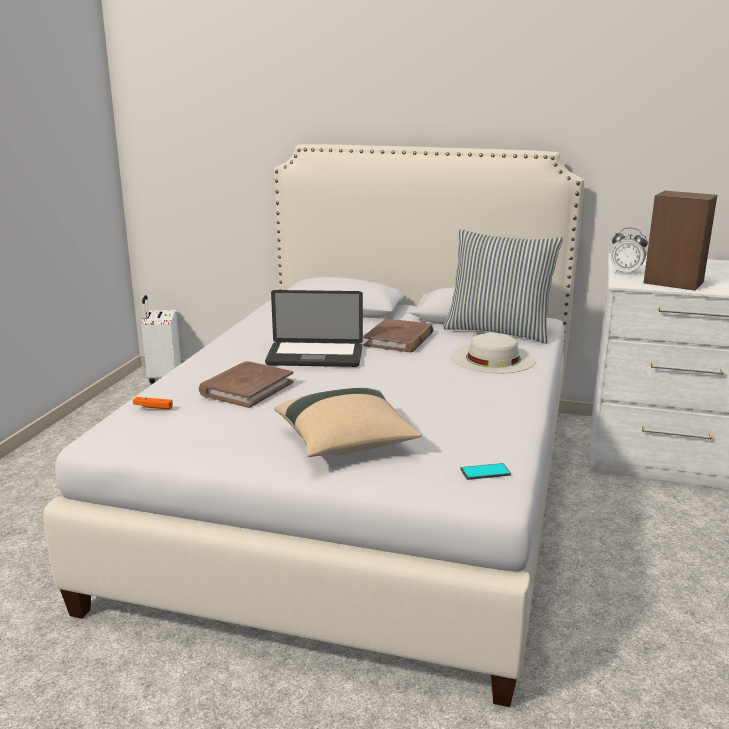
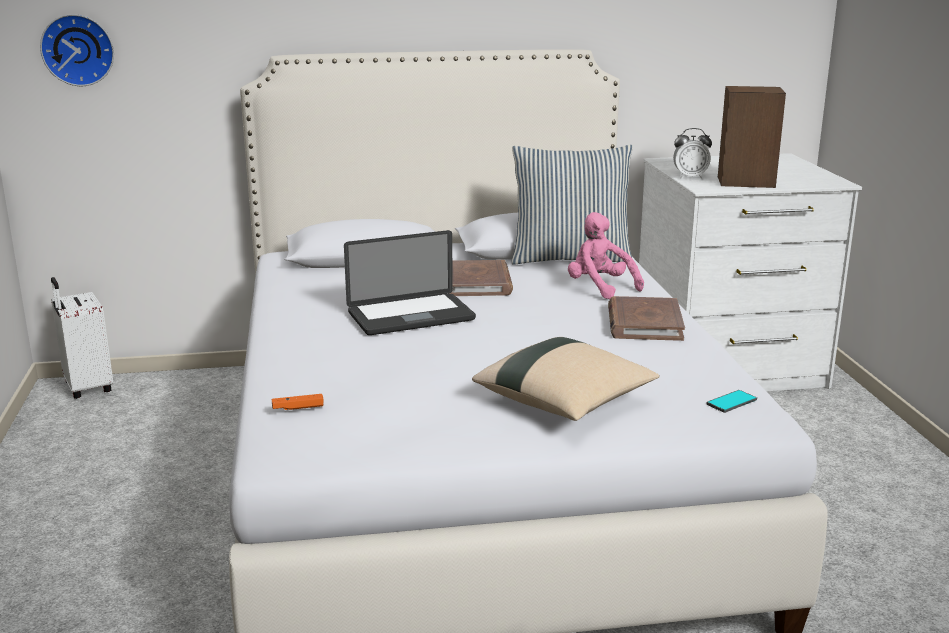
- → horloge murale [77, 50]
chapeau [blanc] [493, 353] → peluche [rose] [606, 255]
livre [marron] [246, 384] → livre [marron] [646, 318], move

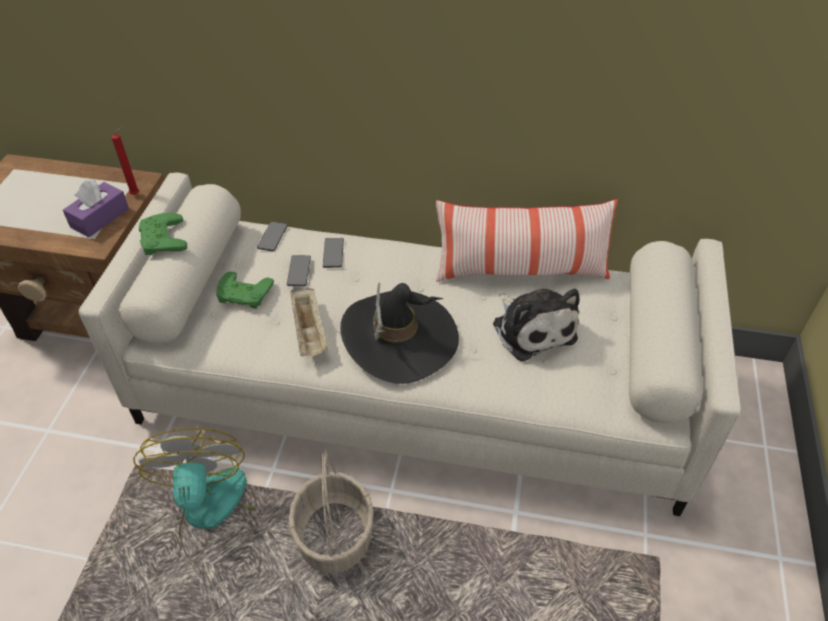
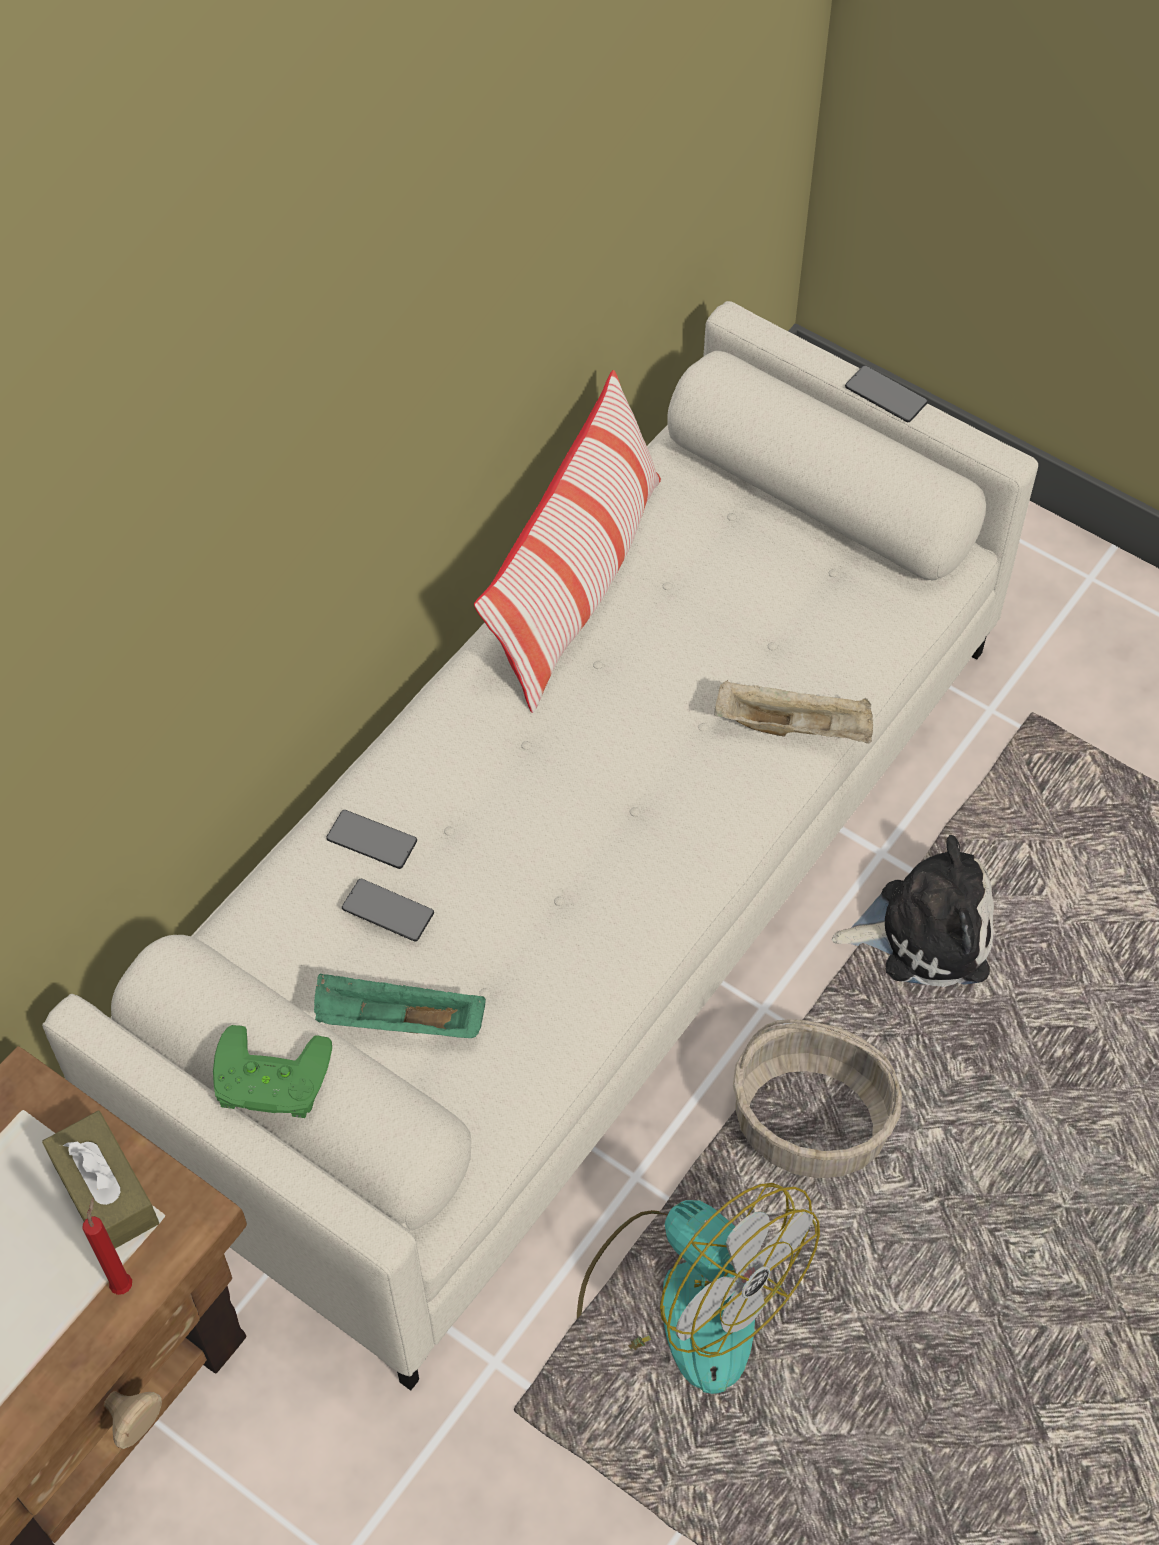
boîte à mouchoirs [violet] [96, 208] → boîte à mouchoirs [marron] [100, 1179]
bougie [rouge] [125, 161] → bougie [rouge] [107, 1247], move
manette [vert] [245, 290] → plateau [vert] [400, 1005]
ventilateur [194, 496] → ventilateur [698, 1288], 150 degrees counterclockwise
plateau [beige] [309, 322] → plateau [beige] [793, 711], move
peluche [536, 325] → peluche [913, 911], move
téléphone [272, 236] → téléphone [886, 393], move
chapeau [noir] [399, 333] → -

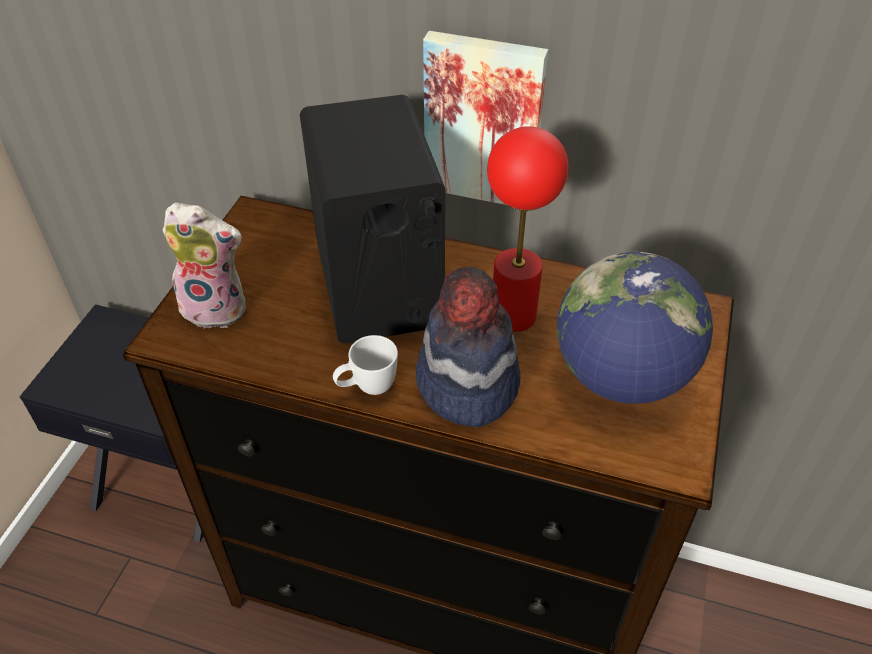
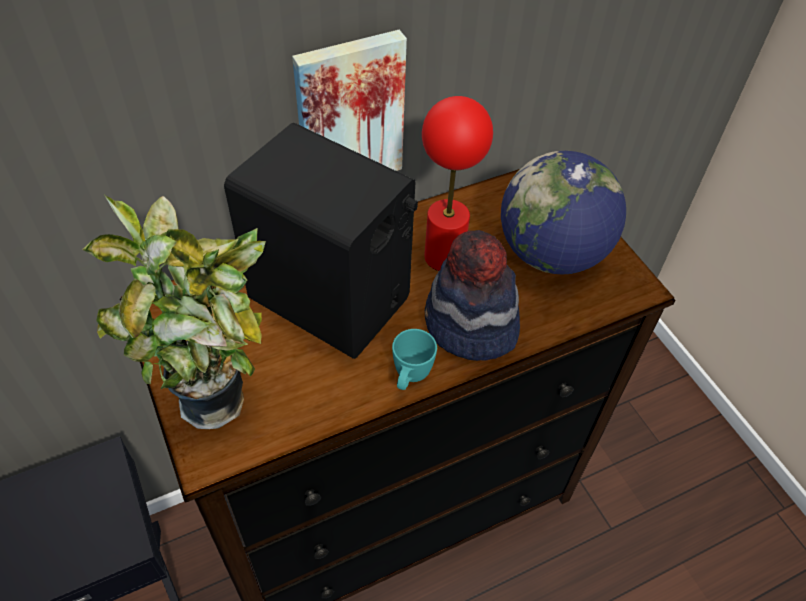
peluche [204, 265] → plante en pot [174, 312]
mug [blanc] [365, 365] → mug [turquoise] [414, 359]

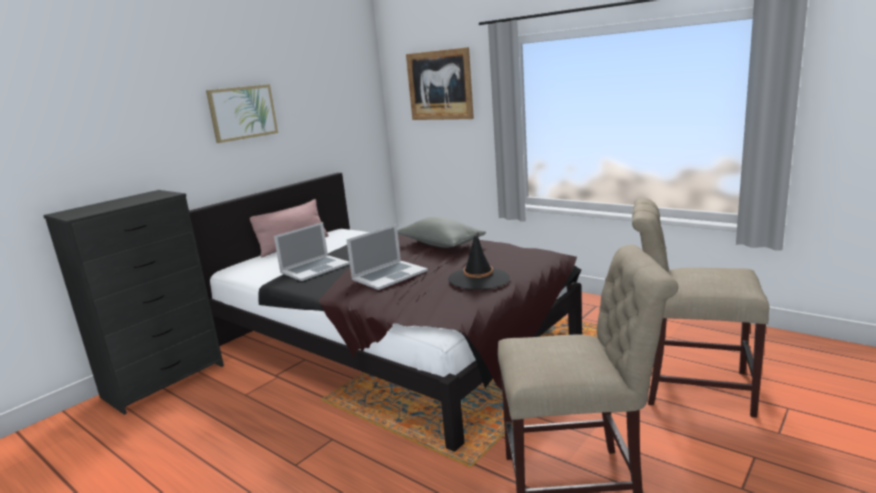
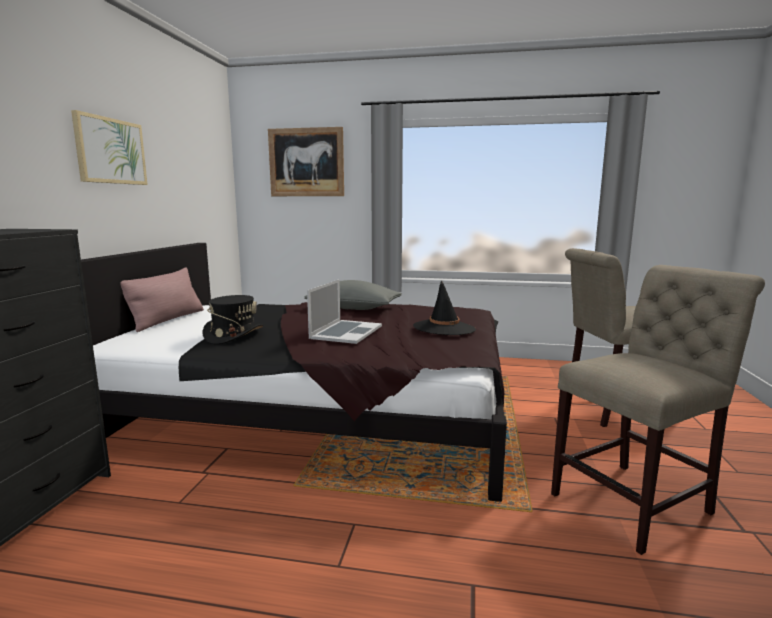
ordinateur portable [312, 251] → chapeau [noir] [233, 319]

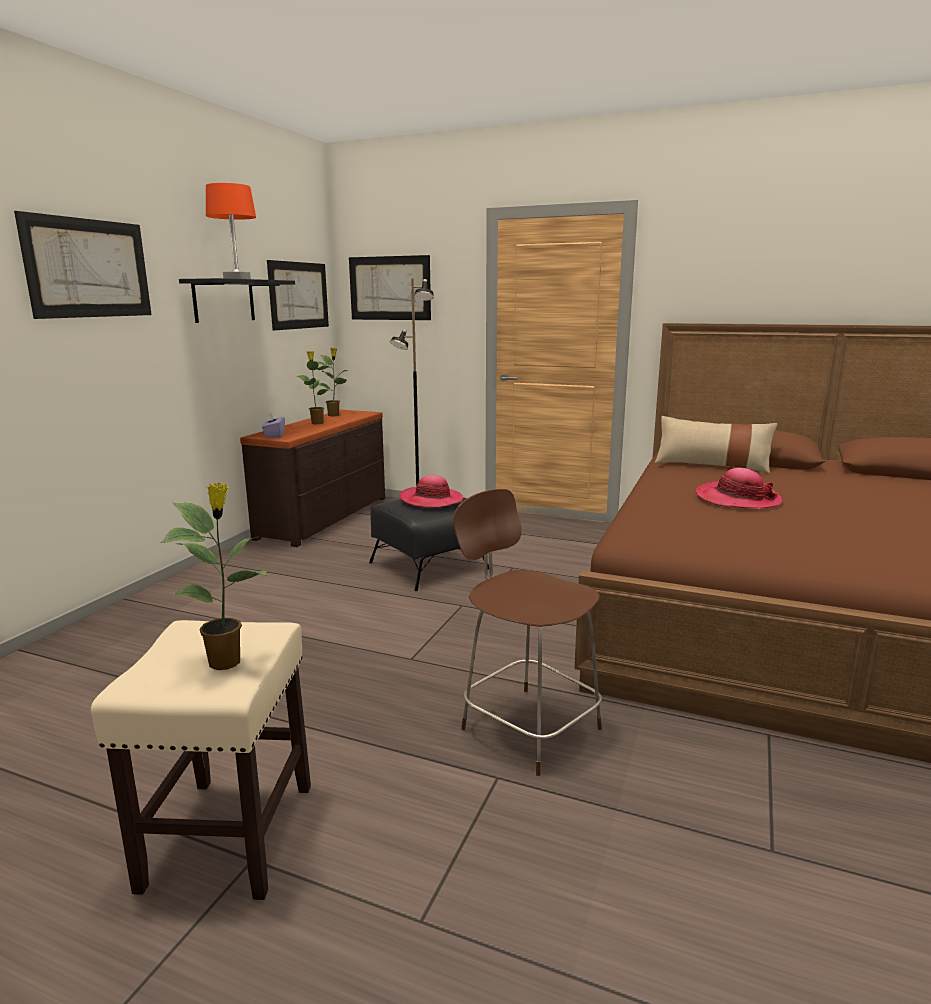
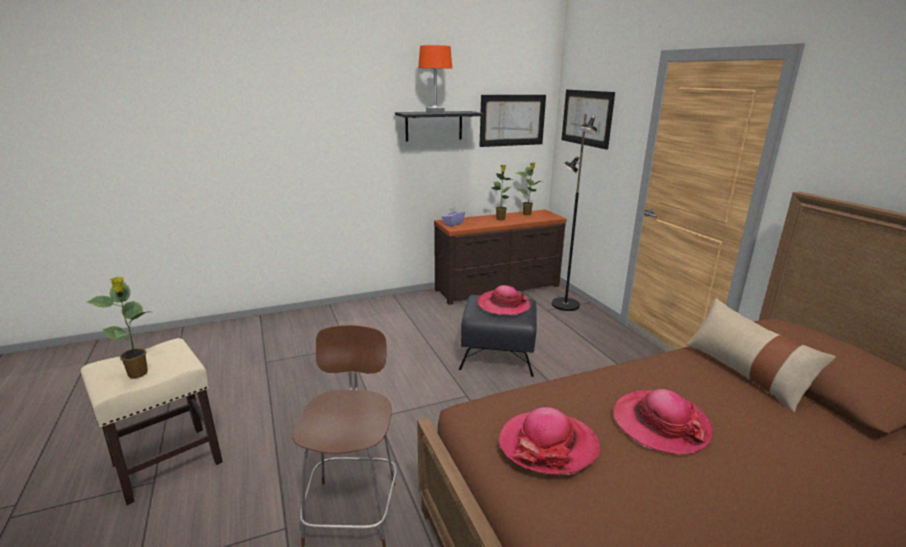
- → chapeau [549, 441]
tableau [83, 265] → -

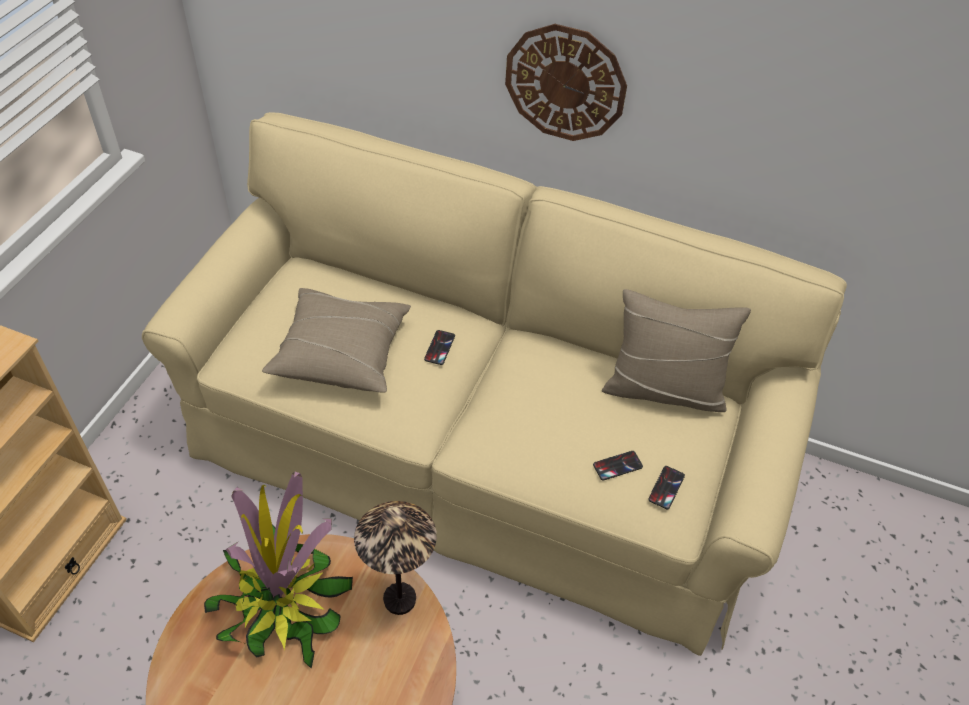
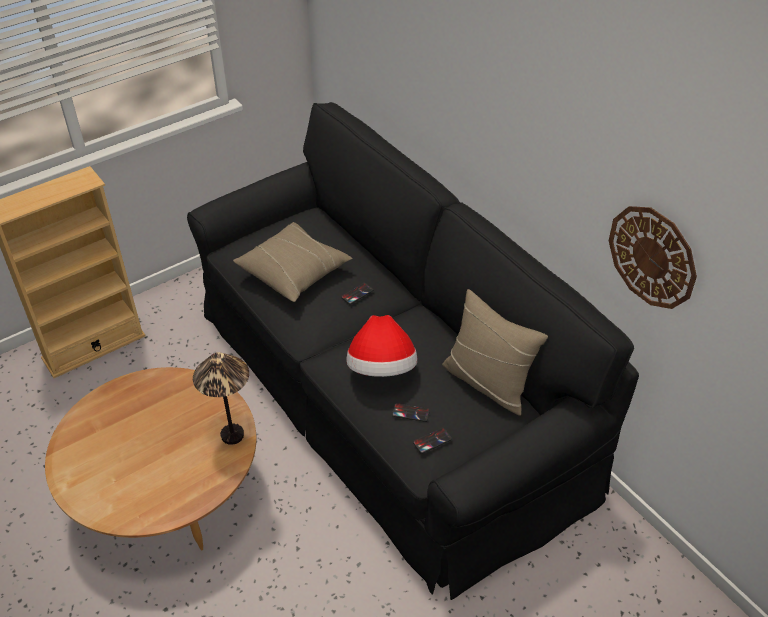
canapé [beige] [494, 384] → canapé [noir] [413, 351]
- → chapeau [381, 346]
horloge murale [566, 82] → horloge murale [653, 257], move
plante en pot [278, 570] → -

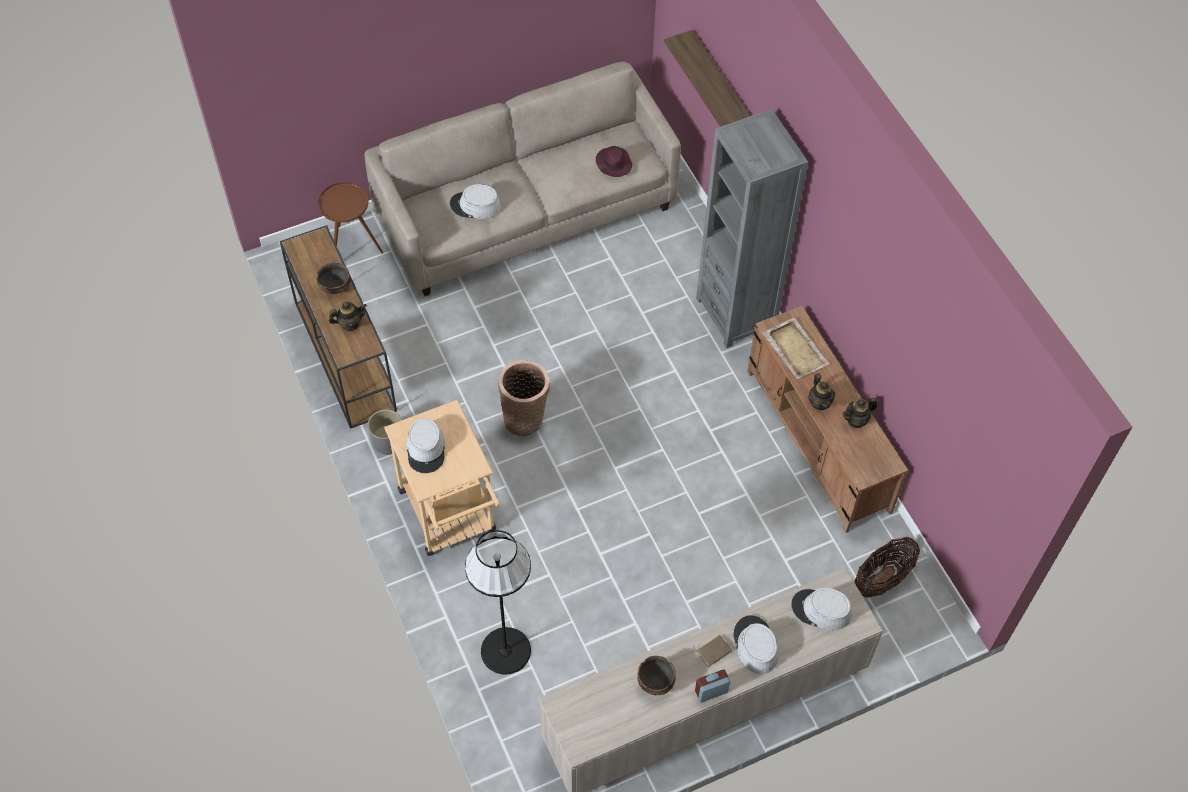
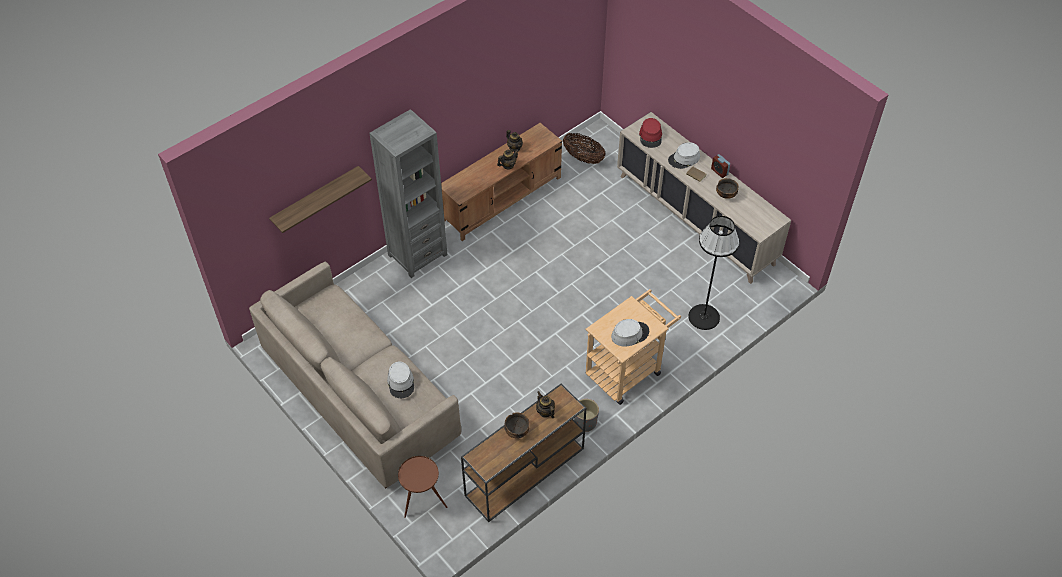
chapeau [gris] [821, 609] → chapeau [rouge] [650, 133]
panier [524, 398] → -
chapeau [violet] [614, 161] → -
plateau [beige] [796, 348] → -

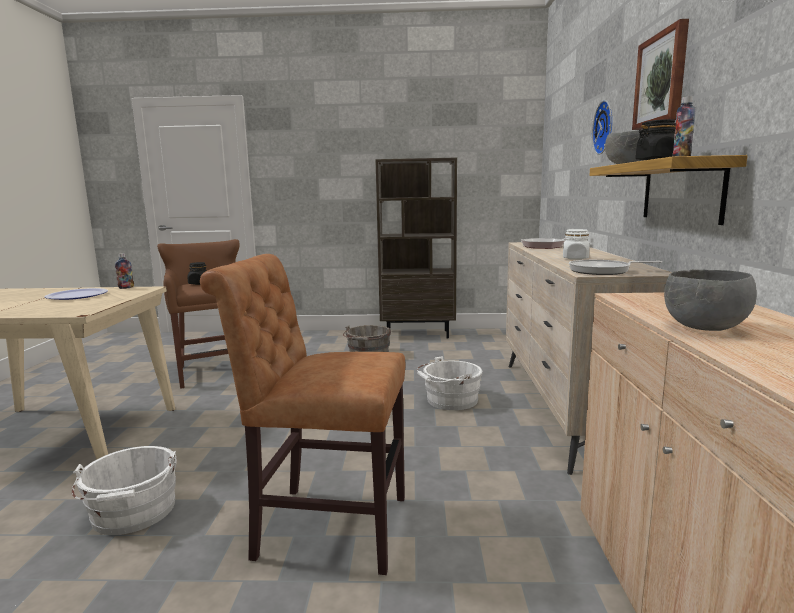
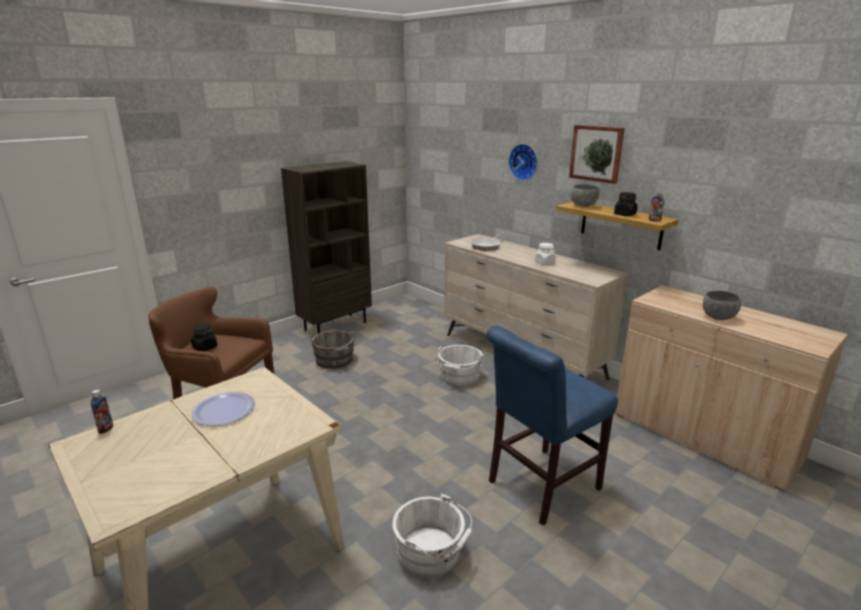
bouteille [124, 271] → bouteille [101, 412], move
chaise [marron] [302, 414] → chaise [bleu] [552, 426]
poêle [615, 267] → -

